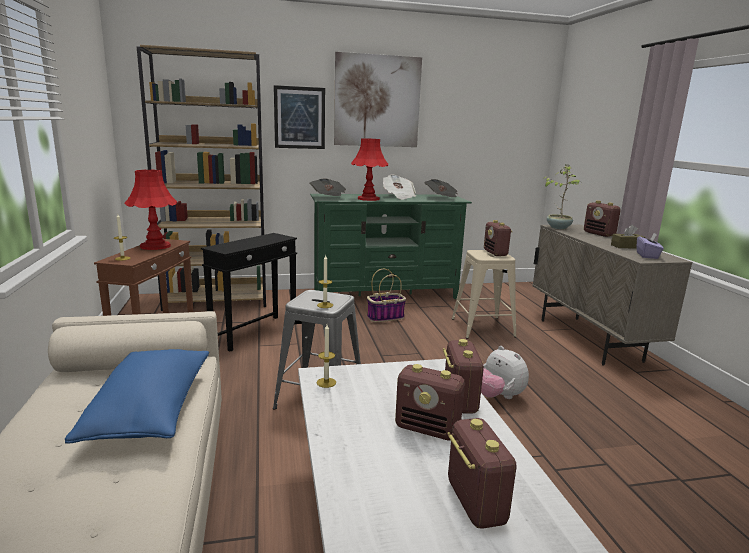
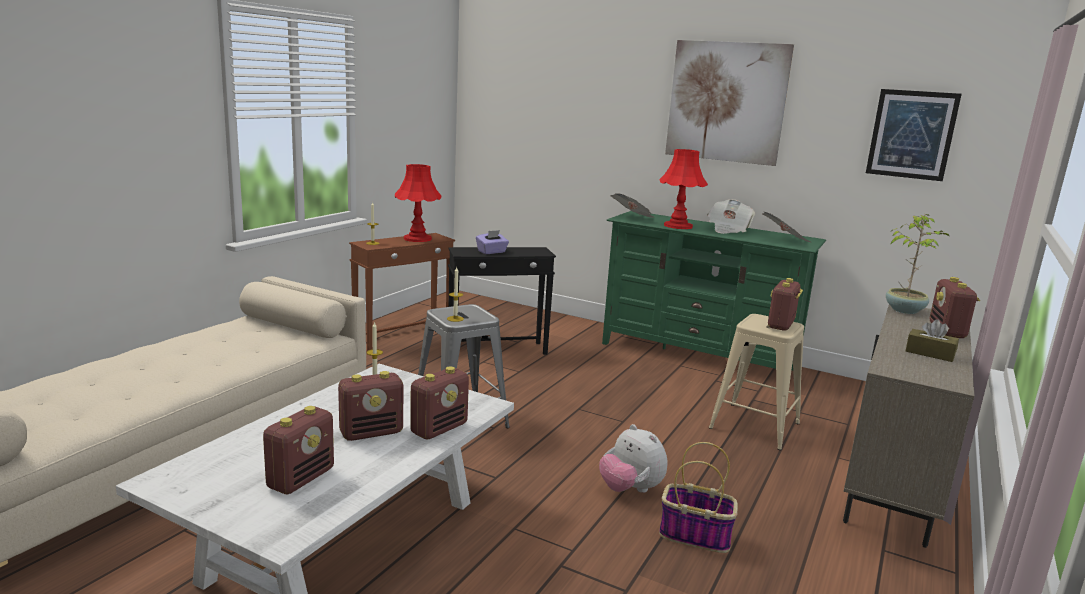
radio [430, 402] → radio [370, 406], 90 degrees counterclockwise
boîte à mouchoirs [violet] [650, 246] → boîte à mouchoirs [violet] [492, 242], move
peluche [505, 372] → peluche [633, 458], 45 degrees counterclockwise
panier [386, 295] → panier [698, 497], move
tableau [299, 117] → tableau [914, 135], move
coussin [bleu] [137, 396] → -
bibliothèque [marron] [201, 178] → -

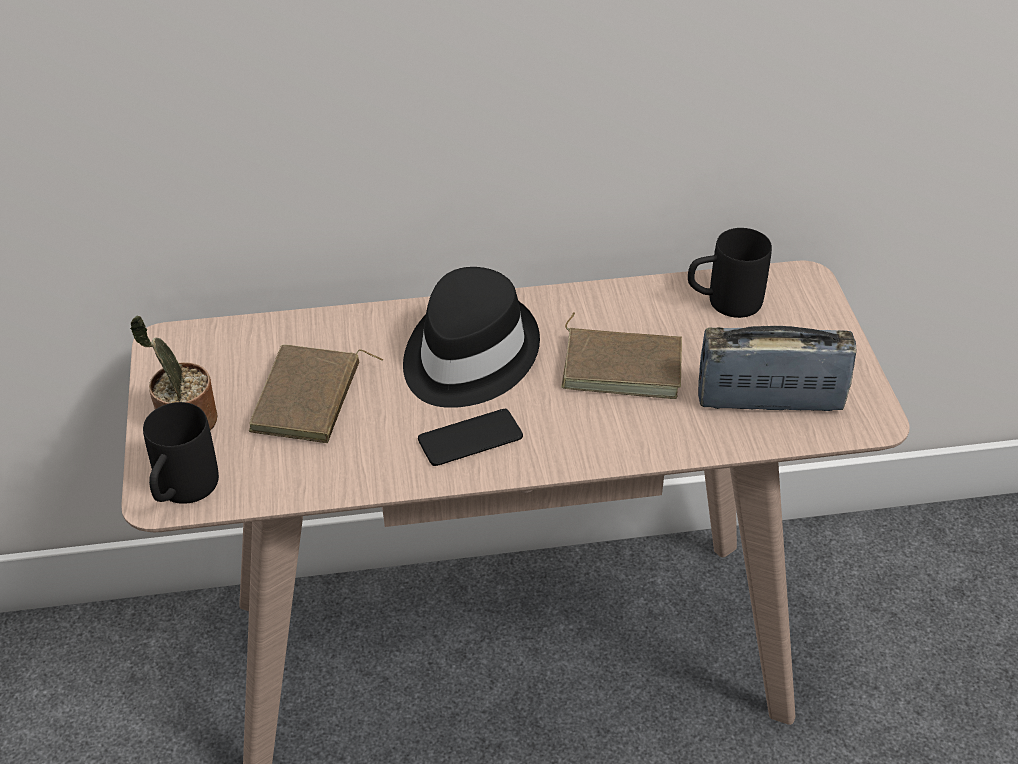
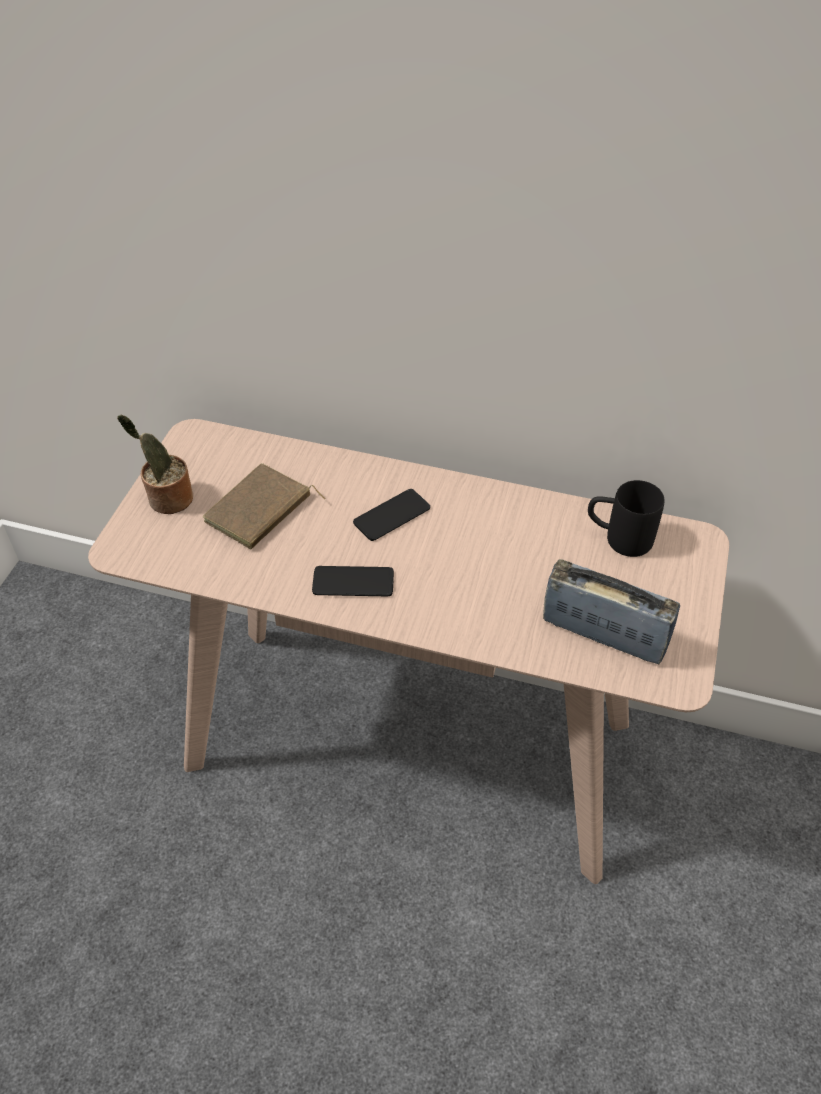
chapeau [noir] [471, 337] → téléphone [391, 515]
mug [noir] [181, 453] → -
livre [marron] [621, 355] → -

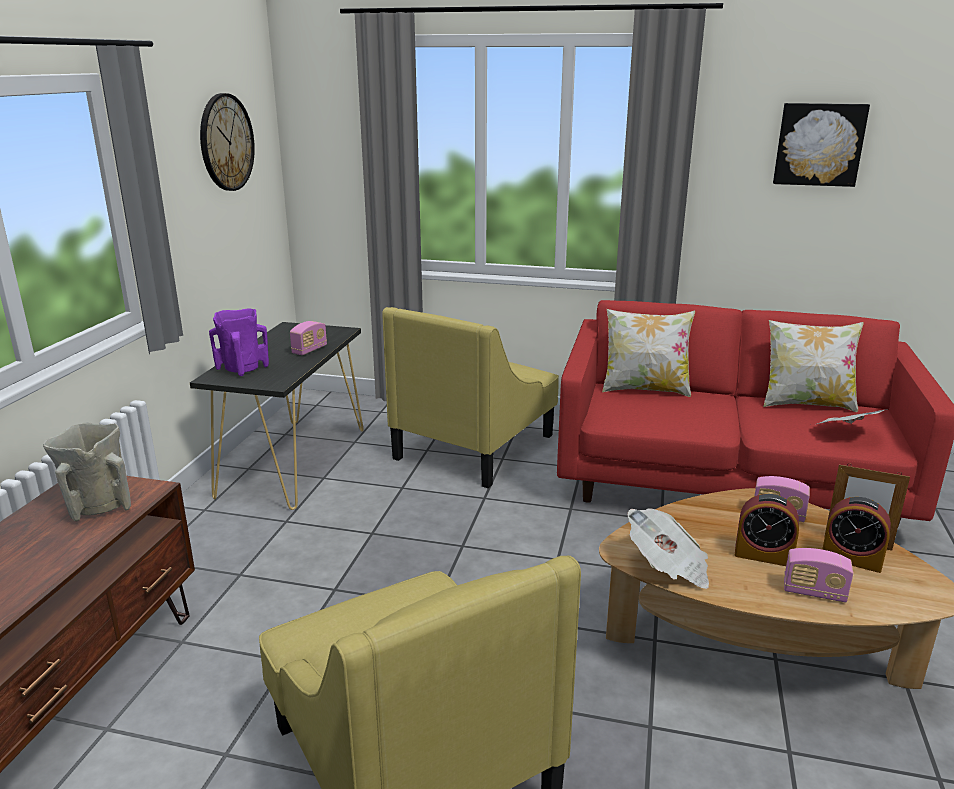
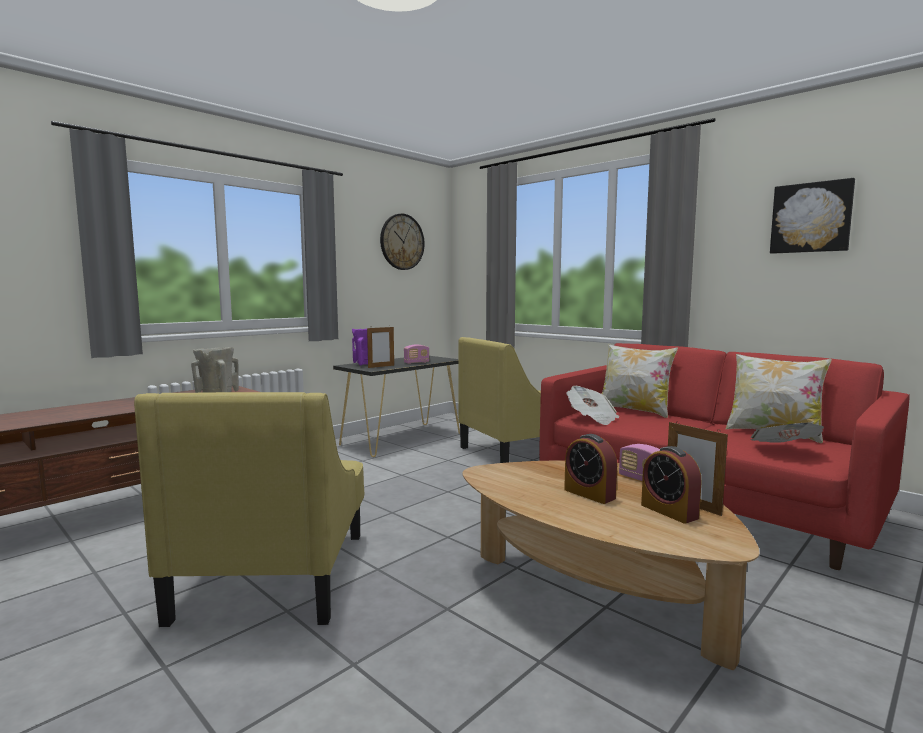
- → cadre photo [380, 347]
journal [668, 548] → journal [592, 405], move
radio [818, 575] → -

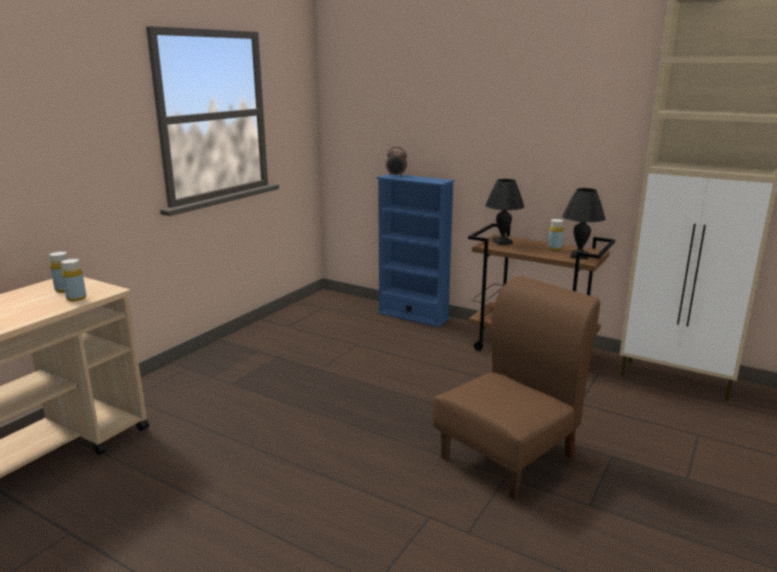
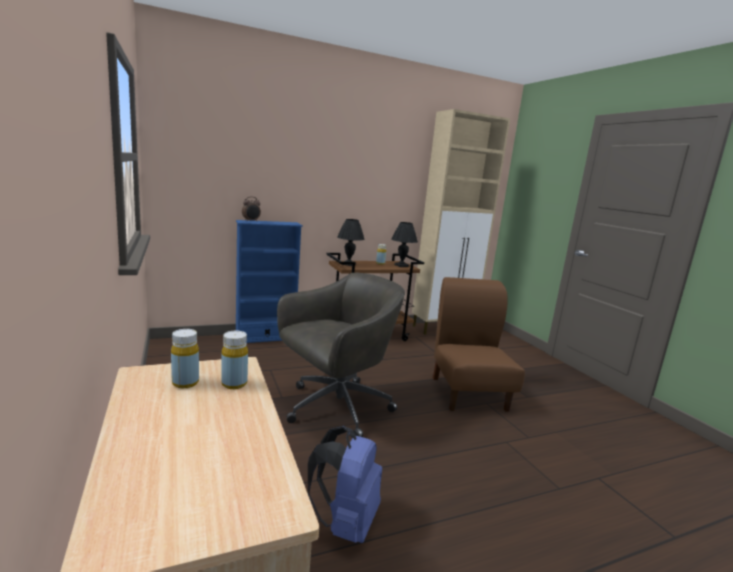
- → chaise de bureau [gris] [341, 355]
- → sac à dos [bleu] [345, 484]

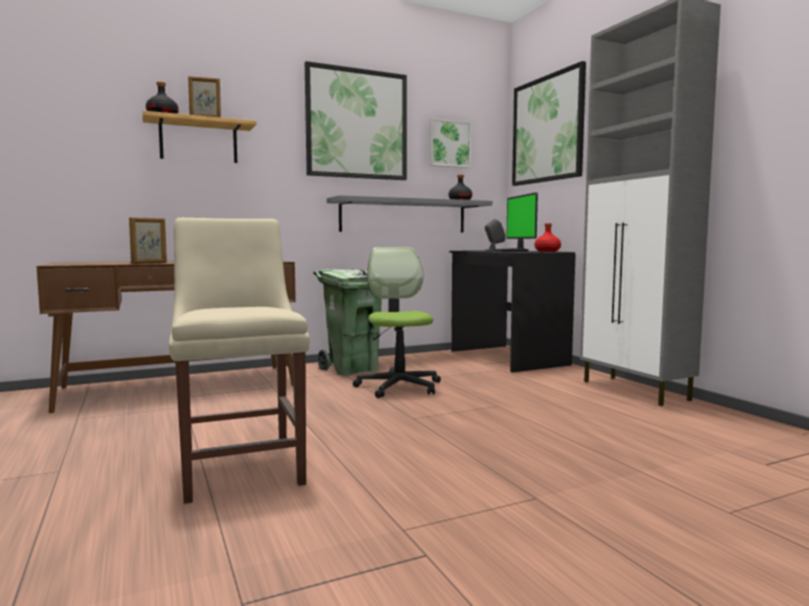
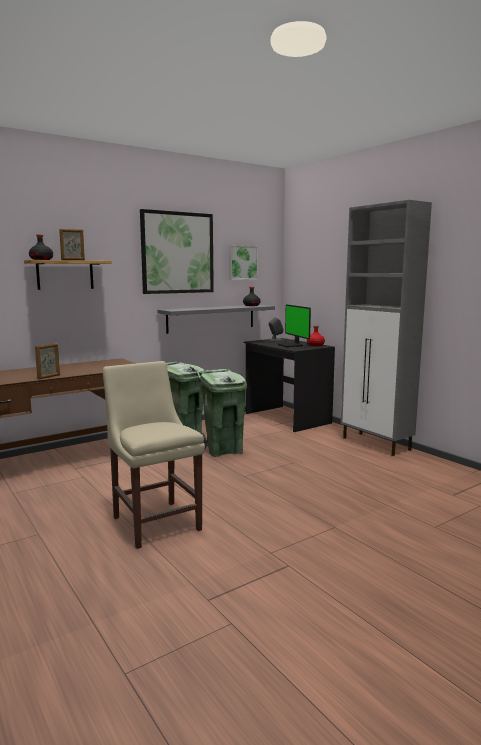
chaise de bureau [397, 322] → poubelle [vert] [221, 413]
tableau [549, 123] → -

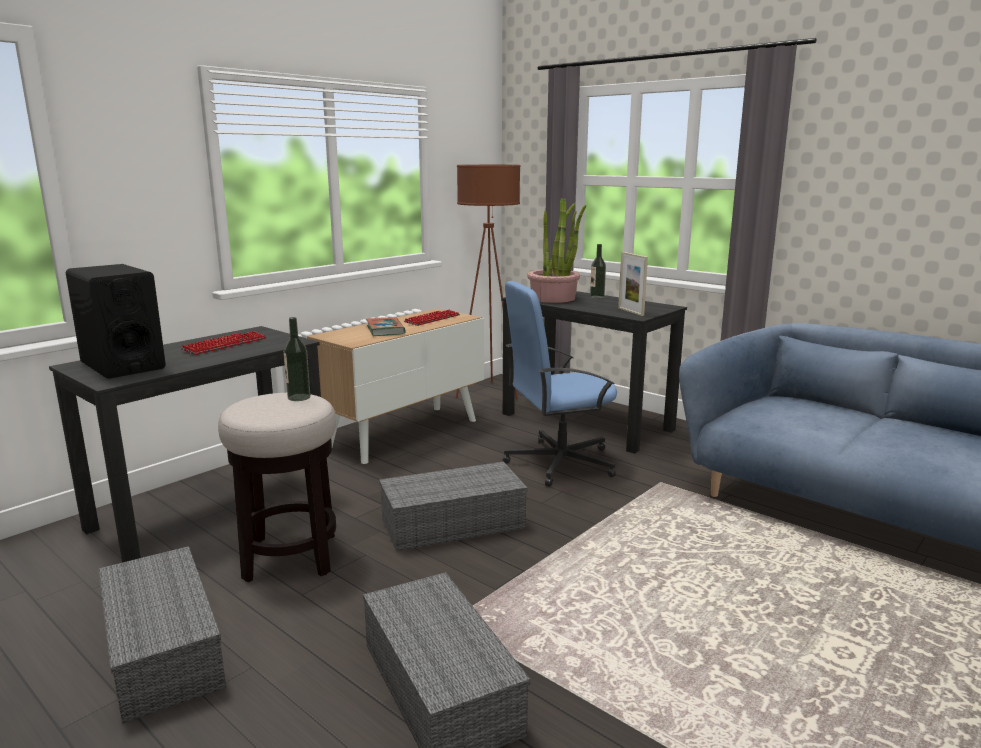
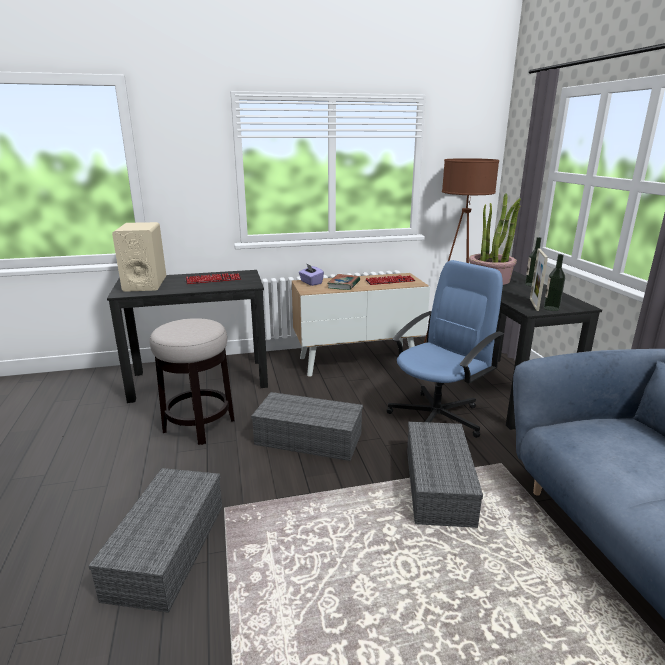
enceinte [noir] [116, 321] → enceinte [beige] [139, 257]
- → boîte à mouchoirs [violet] [311, 274]
chaise de bureau [bleu] [559, 384] → chaise de bureau [bleu] [445, 349], 120 degrees clockwise
boîte de rangement [gris] [162, 635] → boîte de rangement [gris] [445, 475], move
bouteille [297, 359] → bouteille [554, 282], move

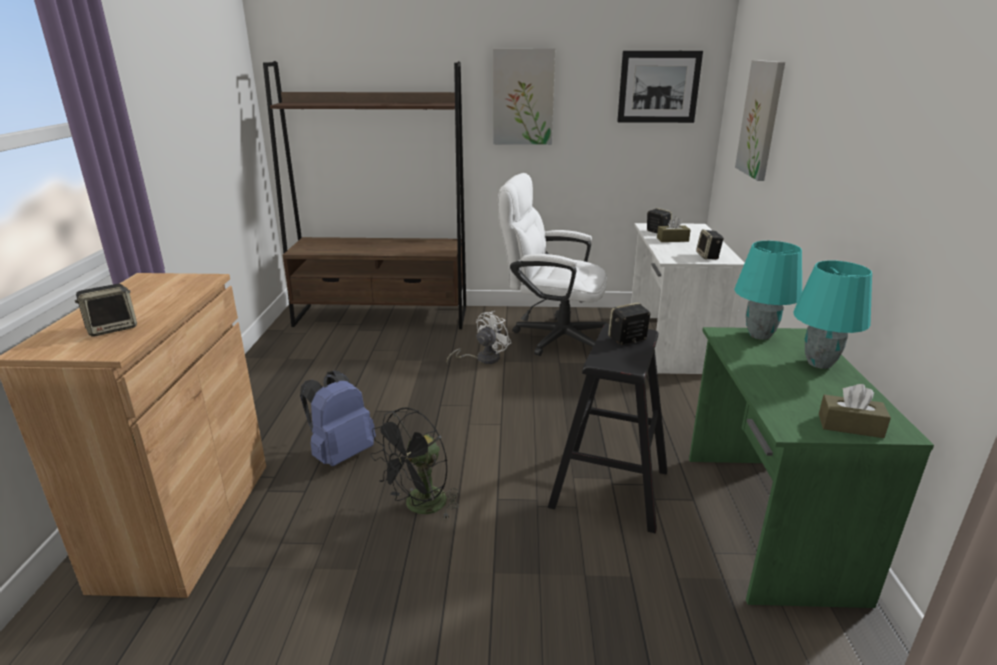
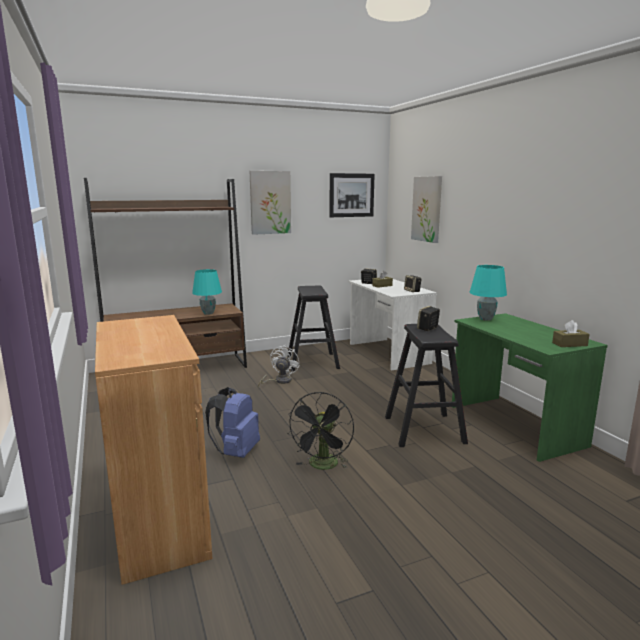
lampe de table [turquoise] [833, 314] → lampe de table [turquoise] [207, 292], move
chaise de bureau [blanc] [553, 264] → tabouret [noir] [314, 328]
enceinte [106, 310] → -

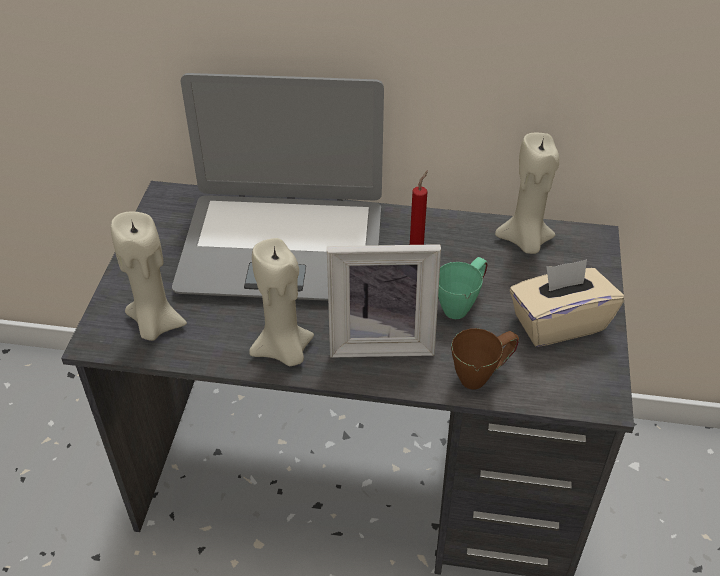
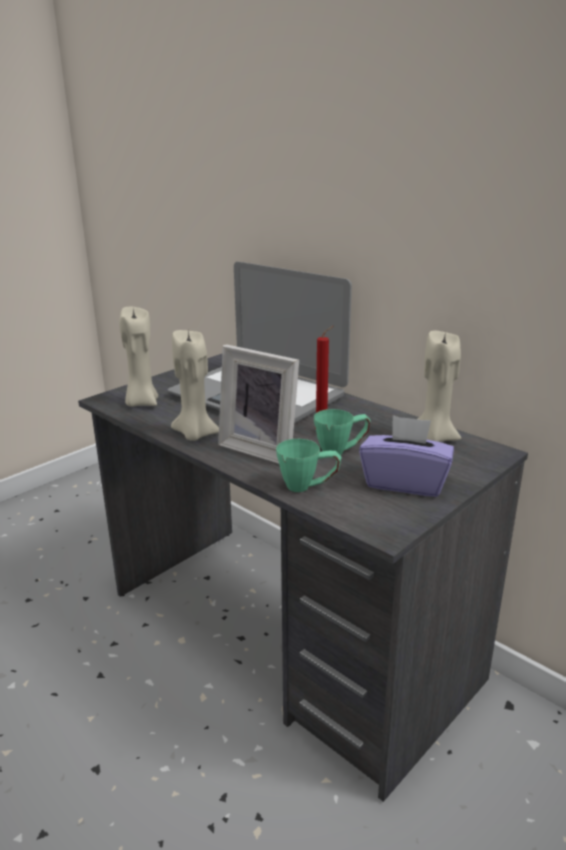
mug [marron] [485, 359] → mug [vert] [309, 465]
boîte à mouchoirs [beige] [567, 303] → boîte à mouchoirs [violet] [406, 456]

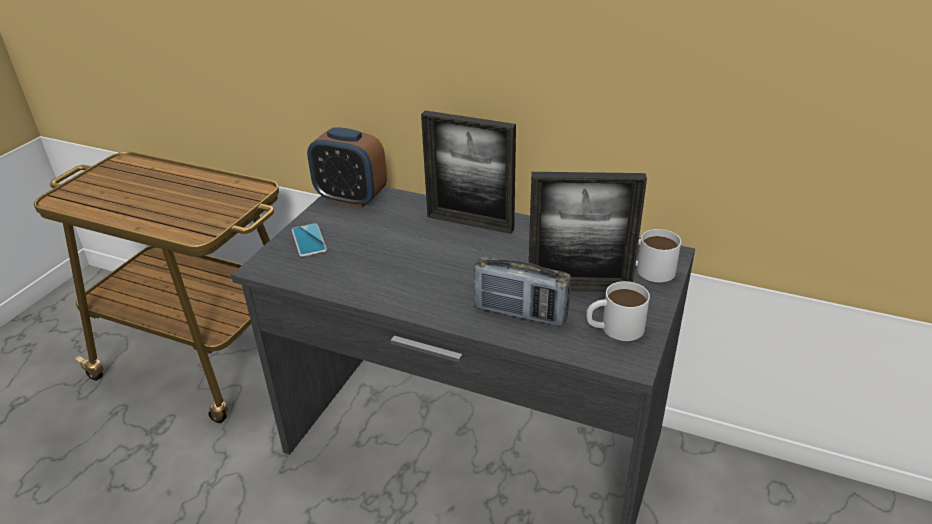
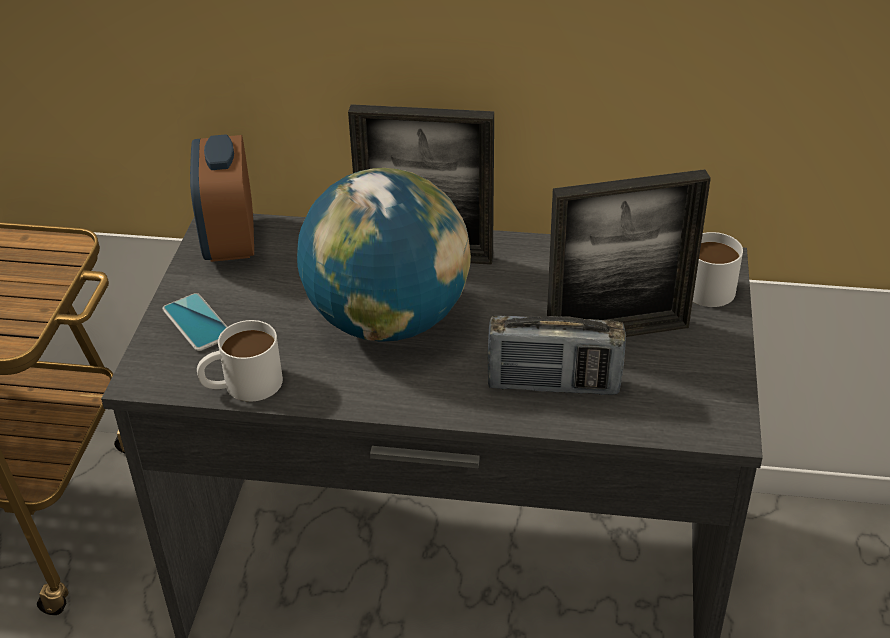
réveil [347, 167] → réveil [222, 198], 75 degrees clockwise
mug [blanc] [618, 311] → mug [blanc] [240, 361], move
- → globe [384, 255]

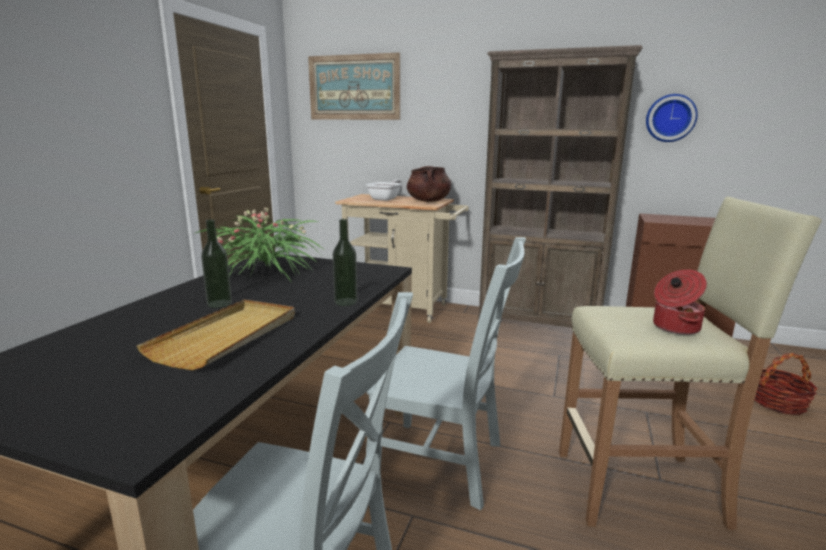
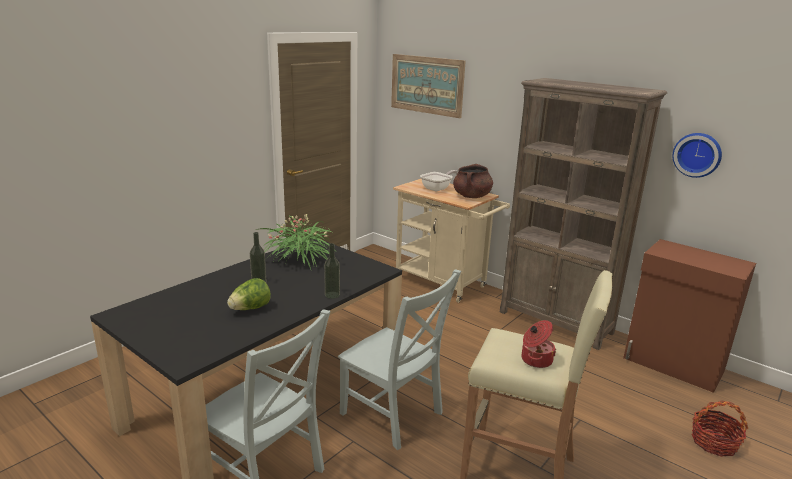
plateau [beige] [216, 335] → laitue [249, 294]

